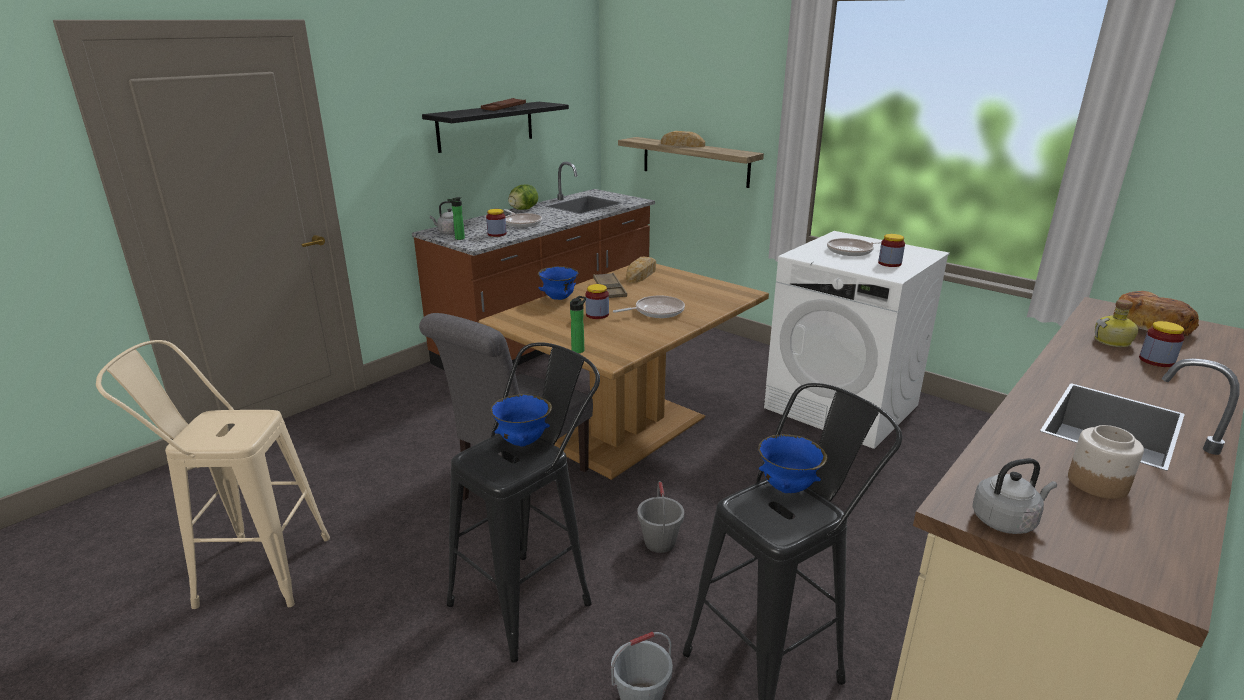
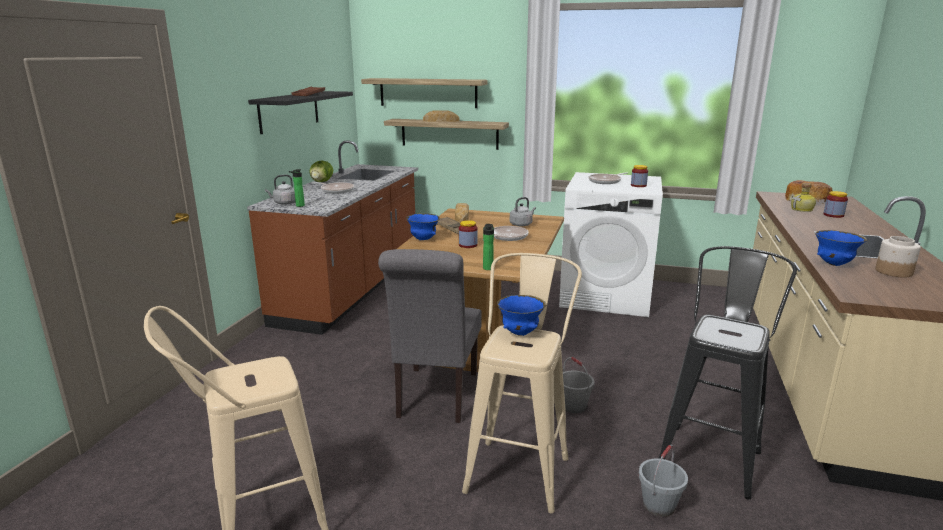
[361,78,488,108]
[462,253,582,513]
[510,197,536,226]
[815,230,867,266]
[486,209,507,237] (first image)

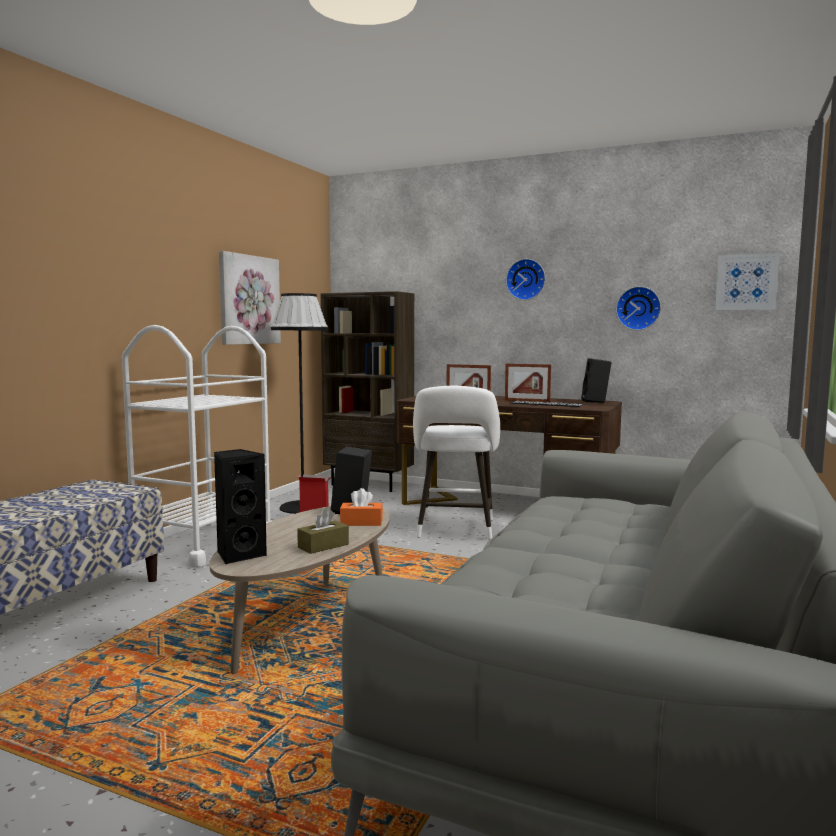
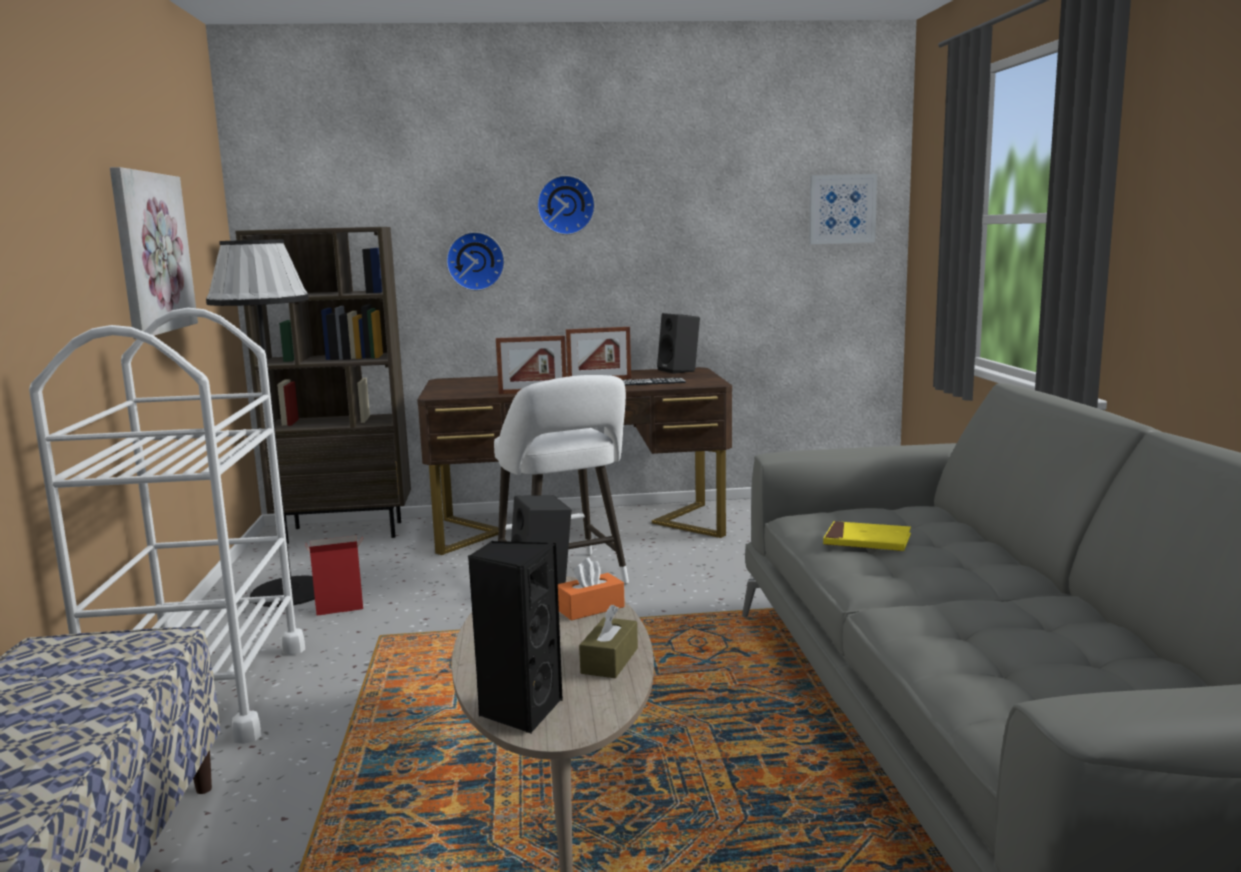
[446,232,505,291]
[823,521,911,551]

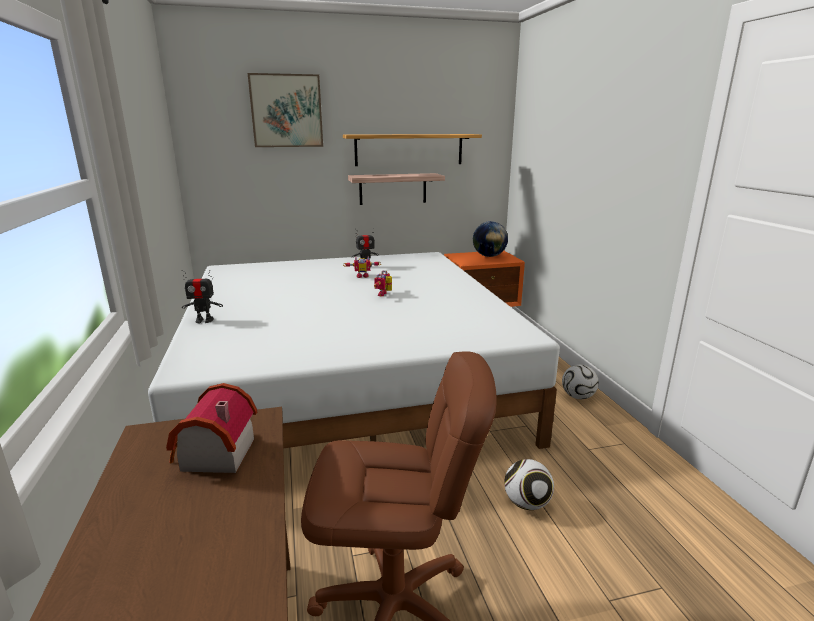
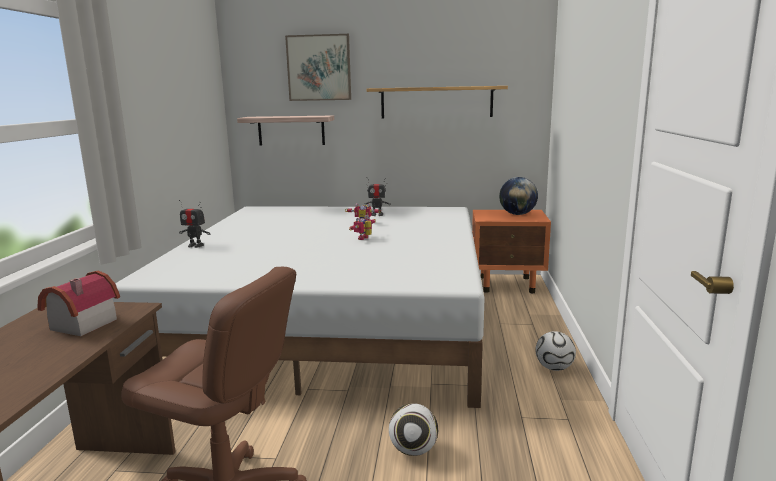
[237,115,334,146]

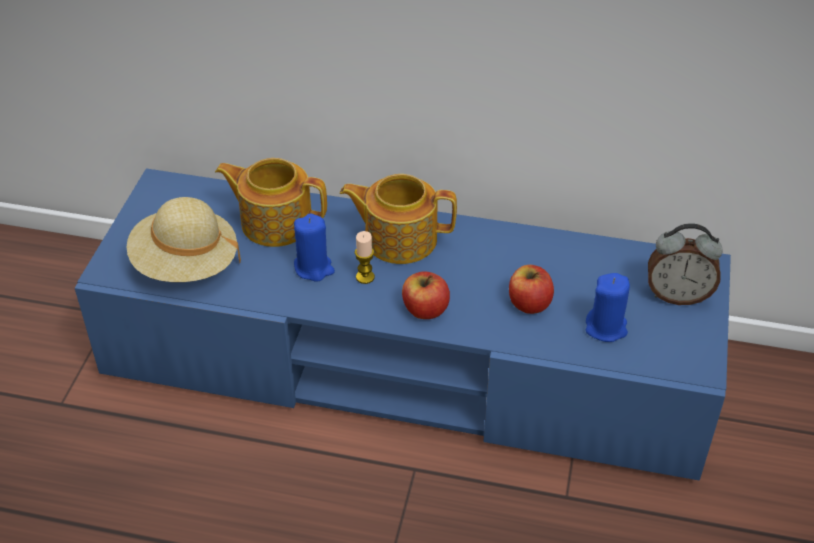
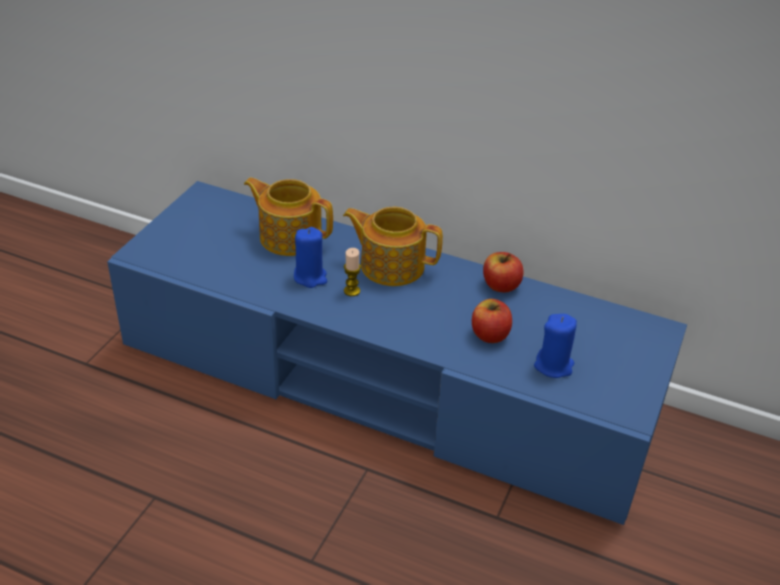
[483,252,524,292]
[127,197,241,282] (first image)
[648,224,723,305] (first image)

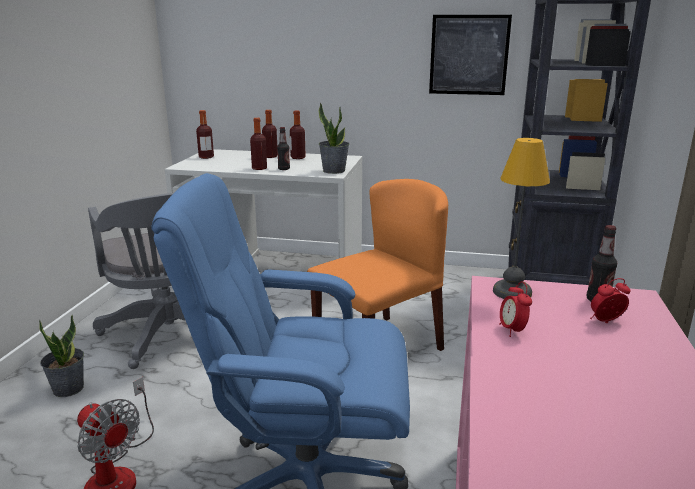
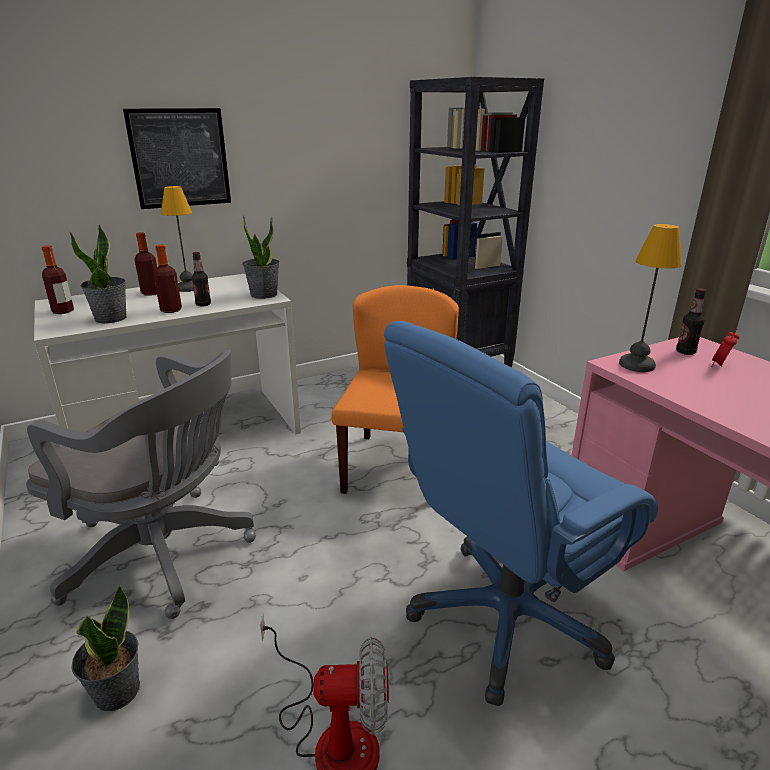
[70,224,126,323]
[123,108,231,209]
[161,186,194,292]
[499,281,532,337] (first image)

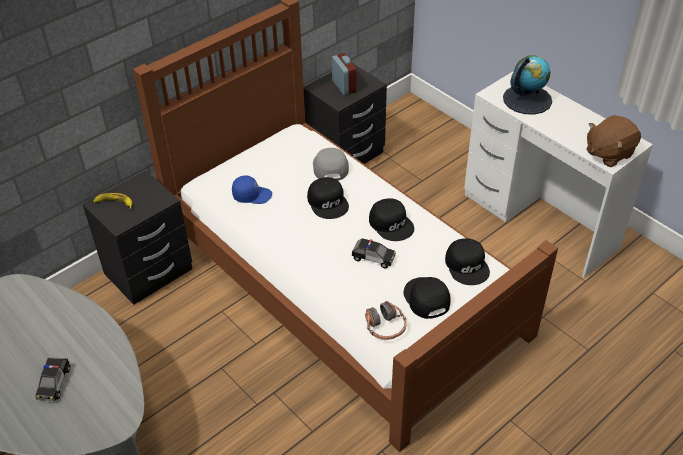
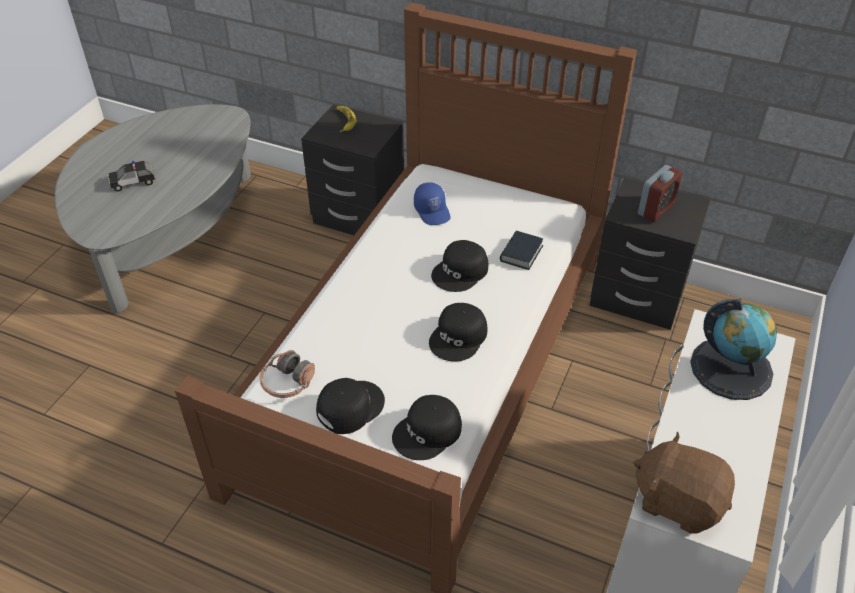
[500,231,543,270]
[351,238,396,268] (first image)

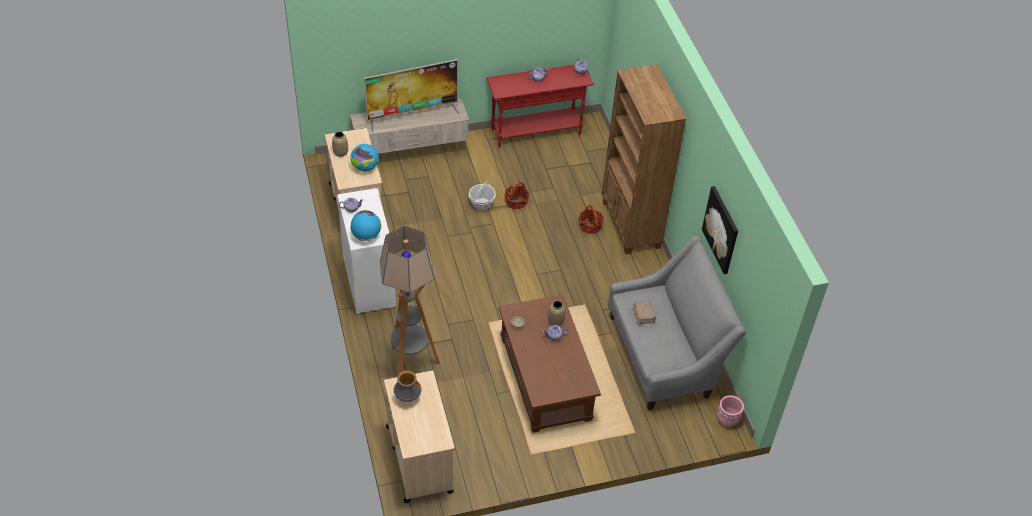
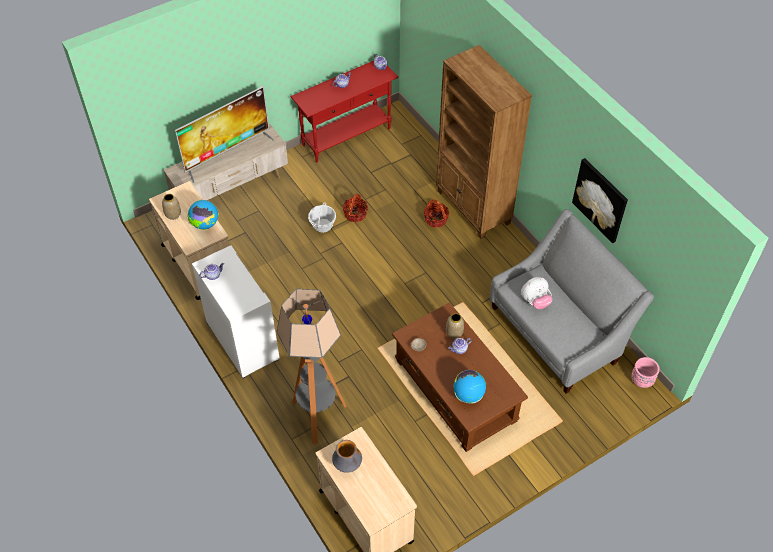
[454,370,486,403]
[521,277,552,309]

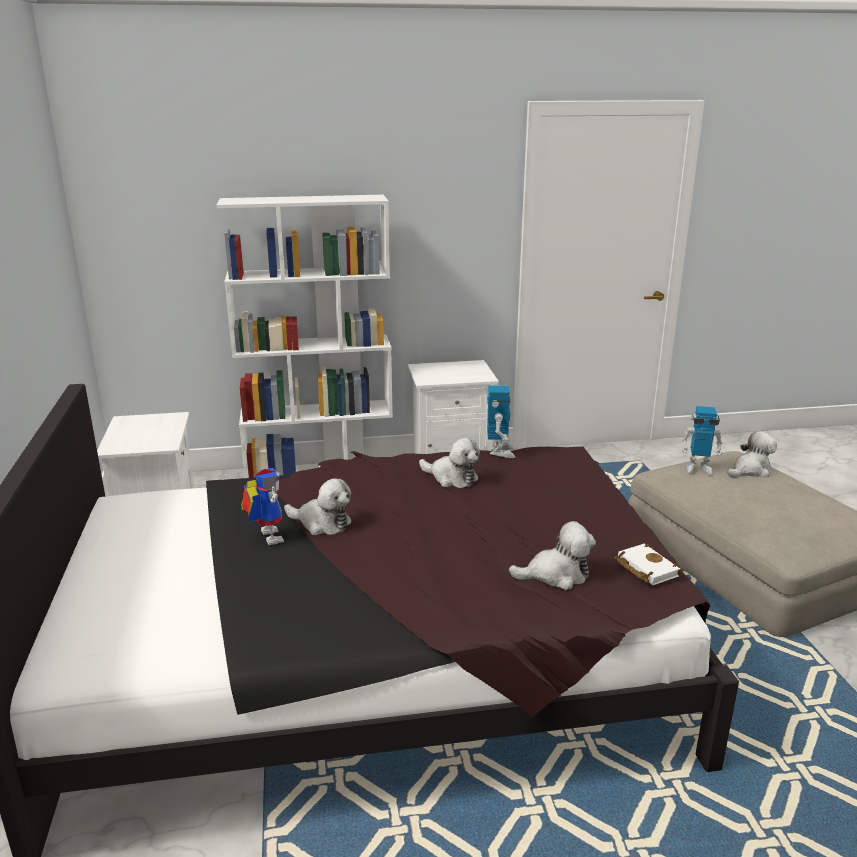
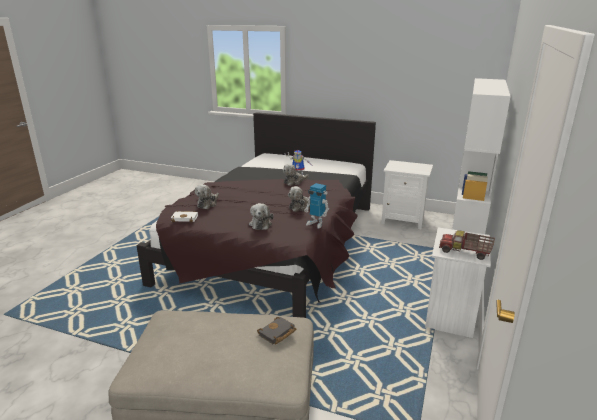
[249,203,274,230]
[257,317,297,345]
[439,230,495,260]

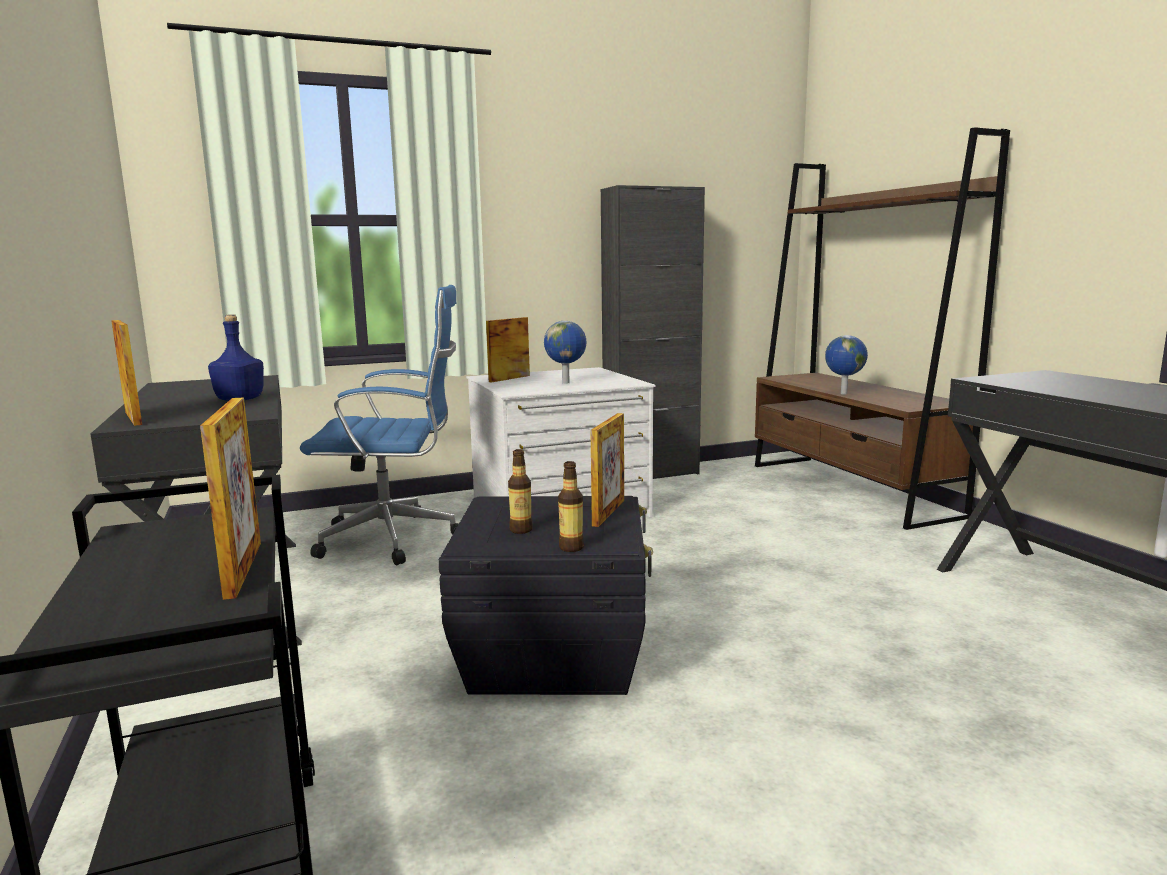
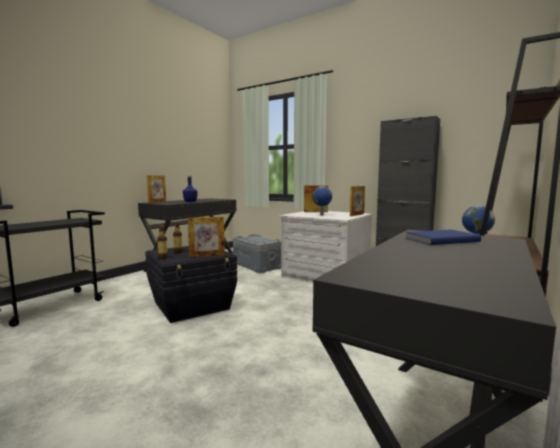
[233,234,281,273]
[350,186,365,216]
[405,230,481,245]

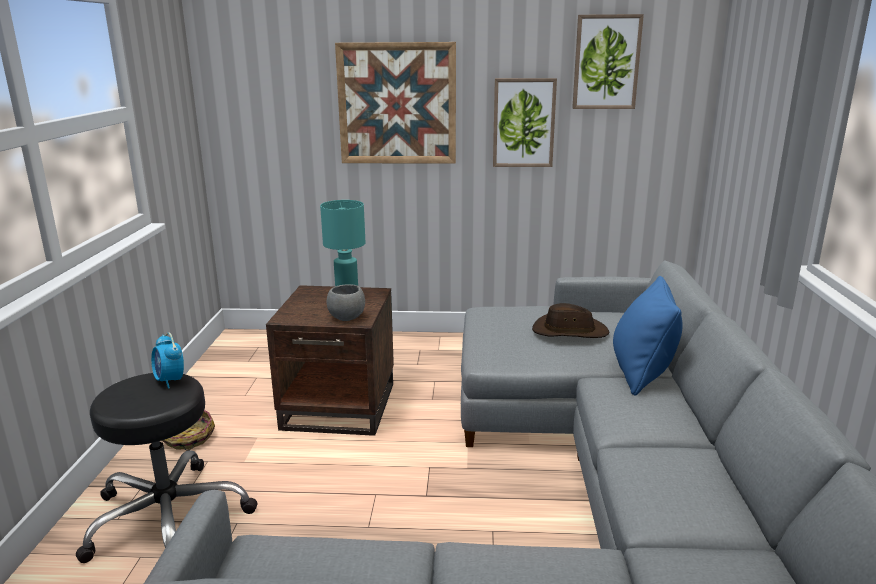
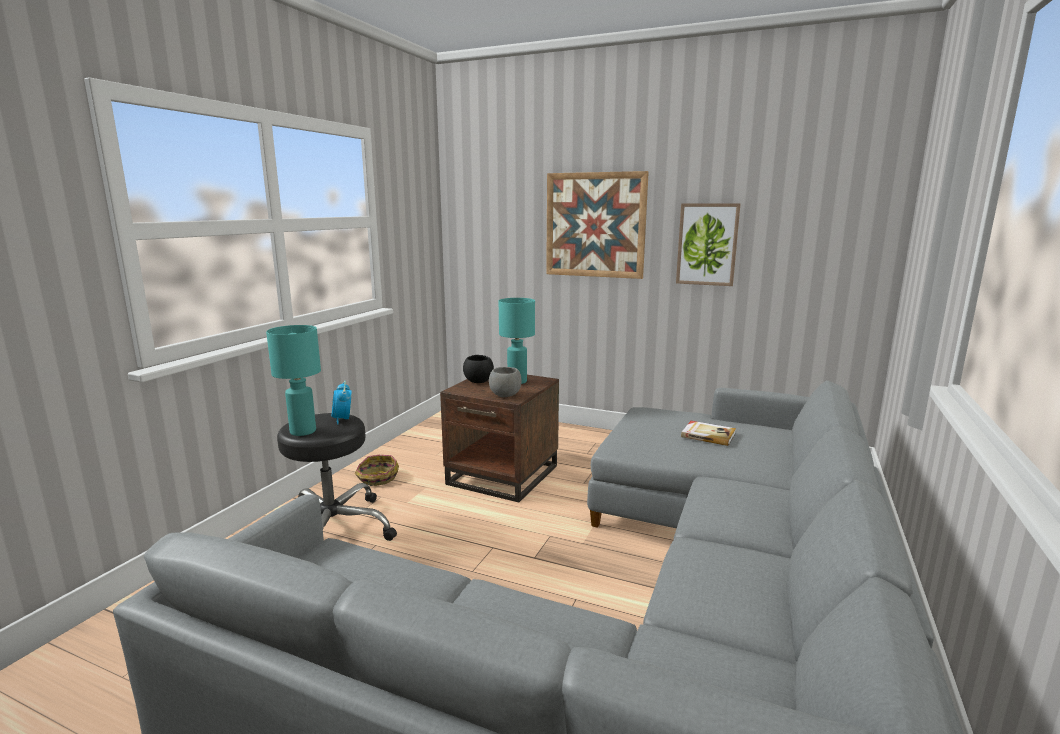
[266,325,321,436]
[463,355,494,383]
[681,421,736,446]
[572,14,644,109] (first image)
[613,276,682,396] (first image)

